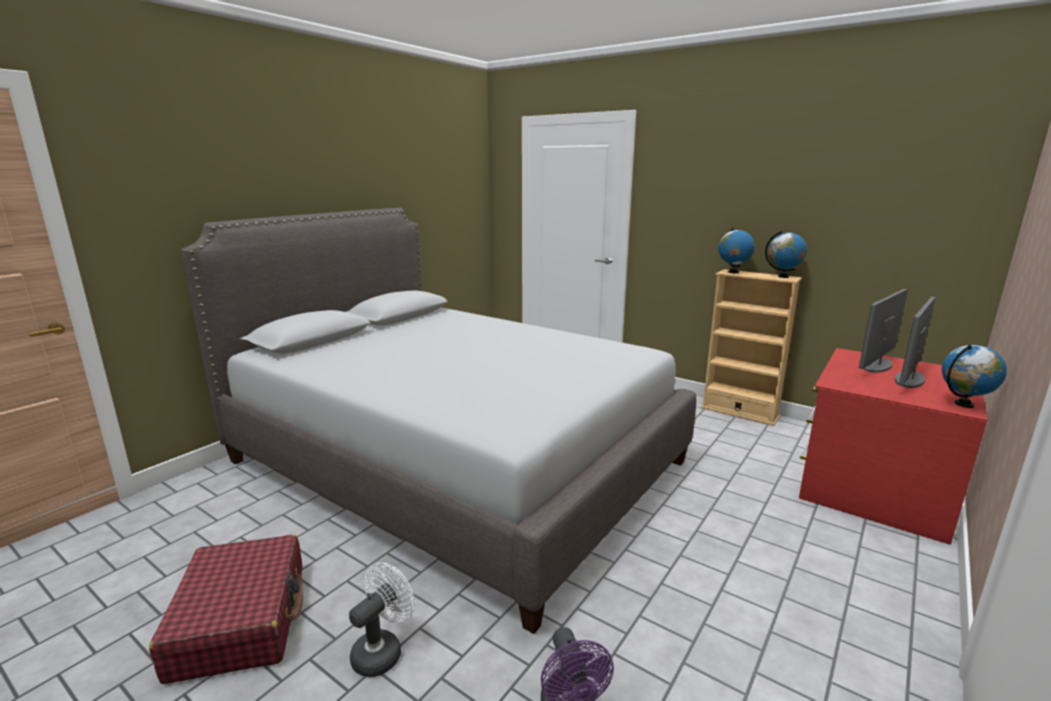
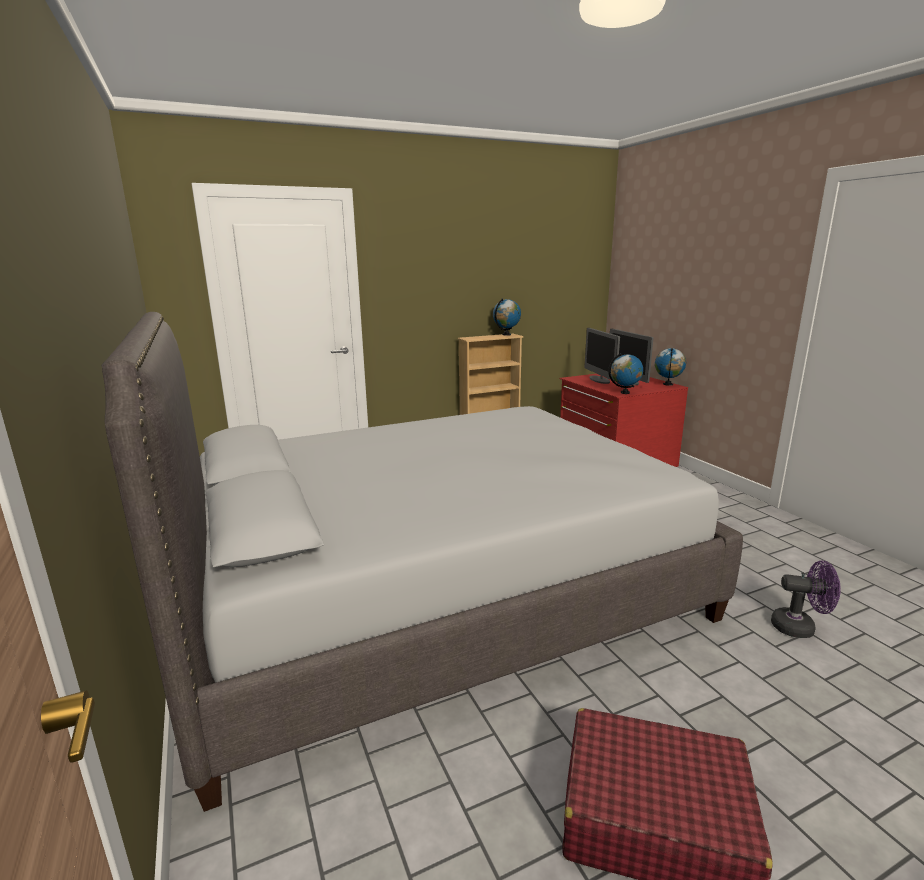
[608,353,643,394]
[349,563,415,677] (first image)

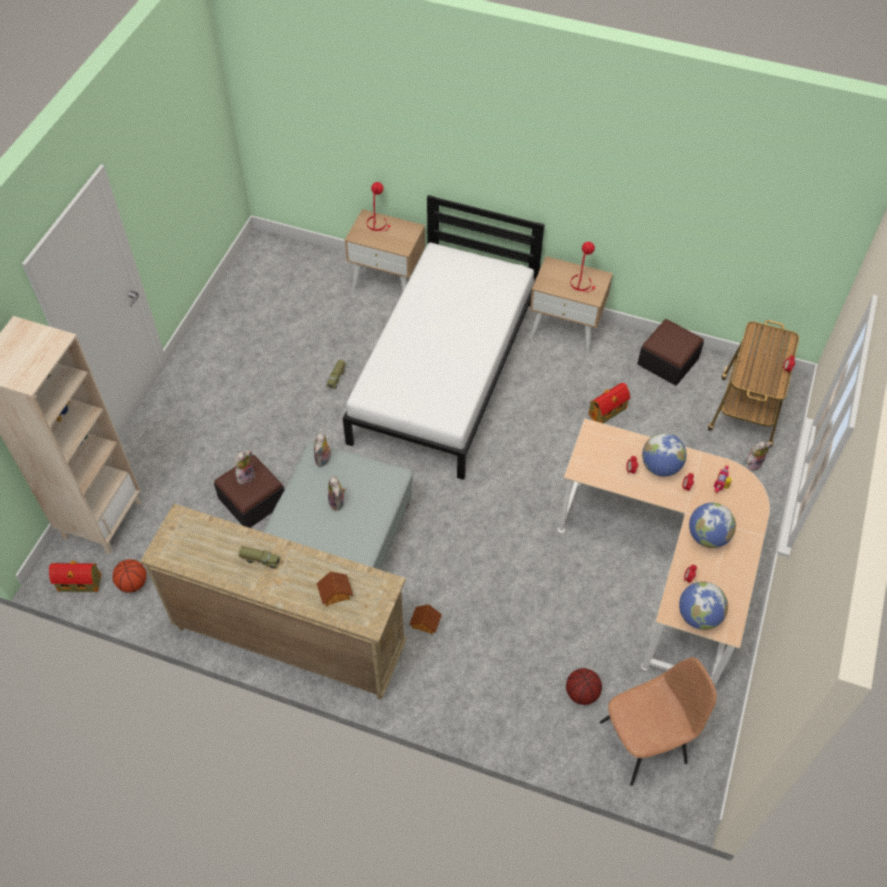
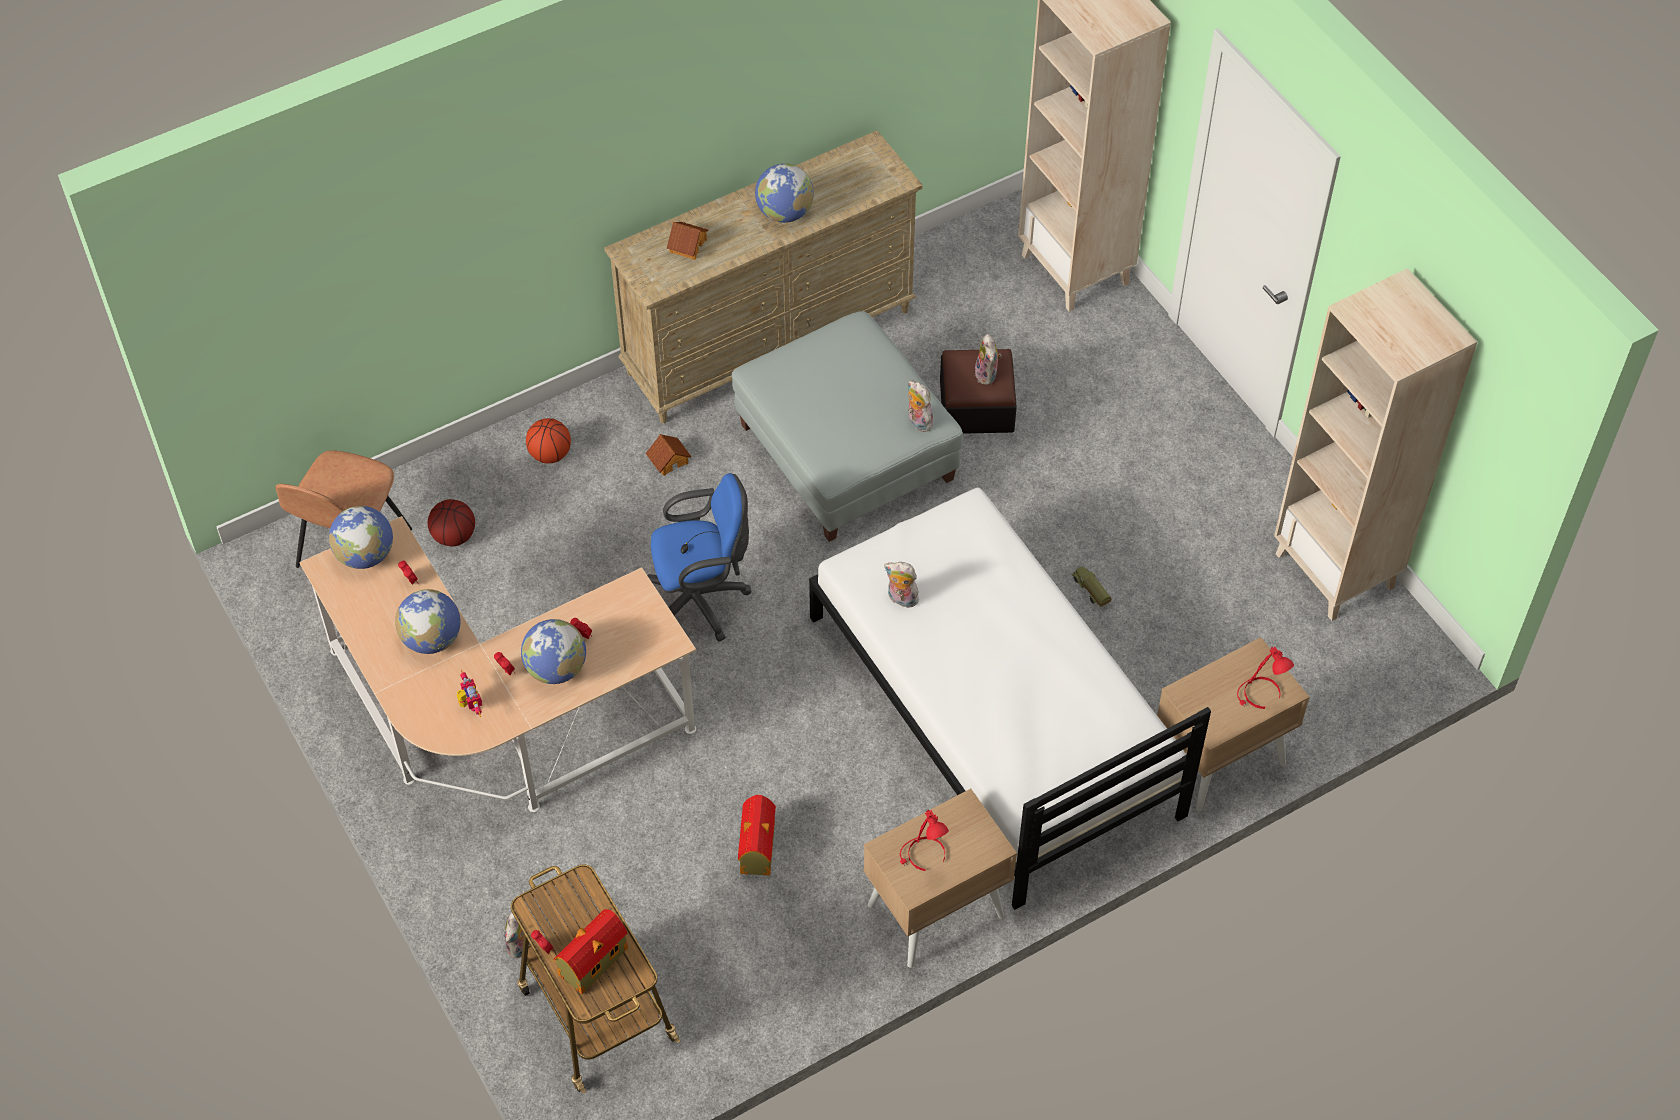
[526,418,571,463]
[554,909,628,994]
[647,473,751,642]
[755,163,814,223]
[884,562,919,608]
[1274,268,1477,621]
[637,319,704,386] (first image)

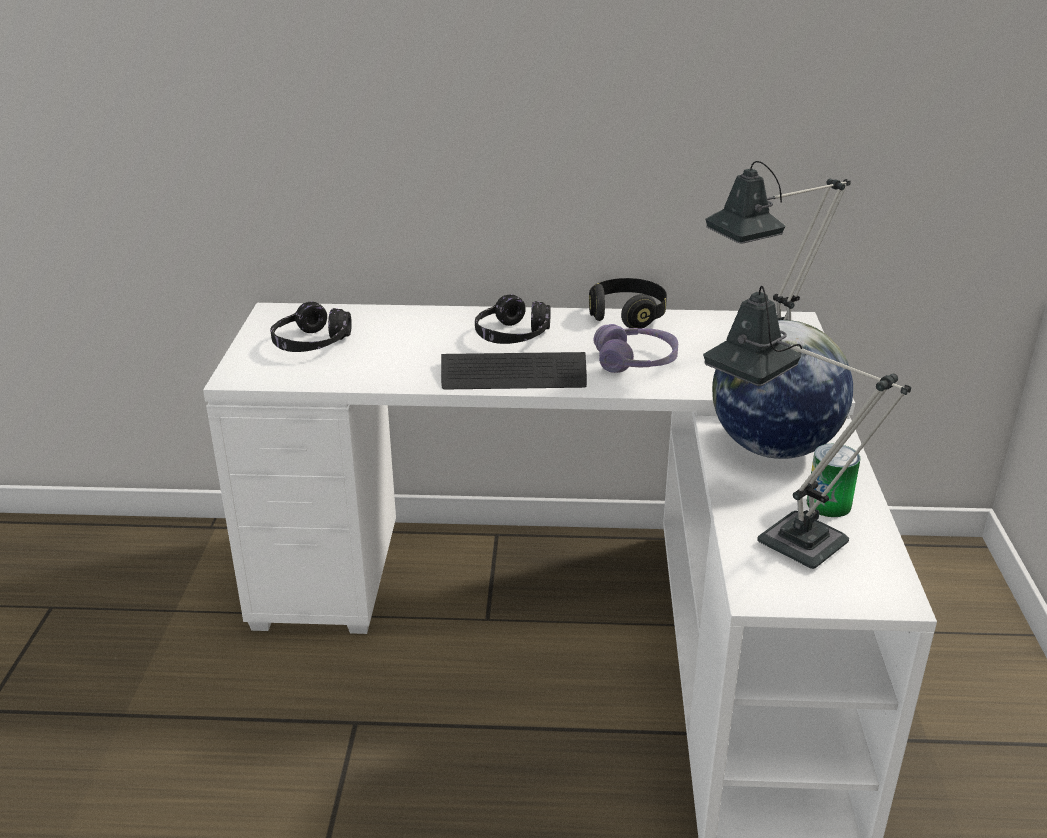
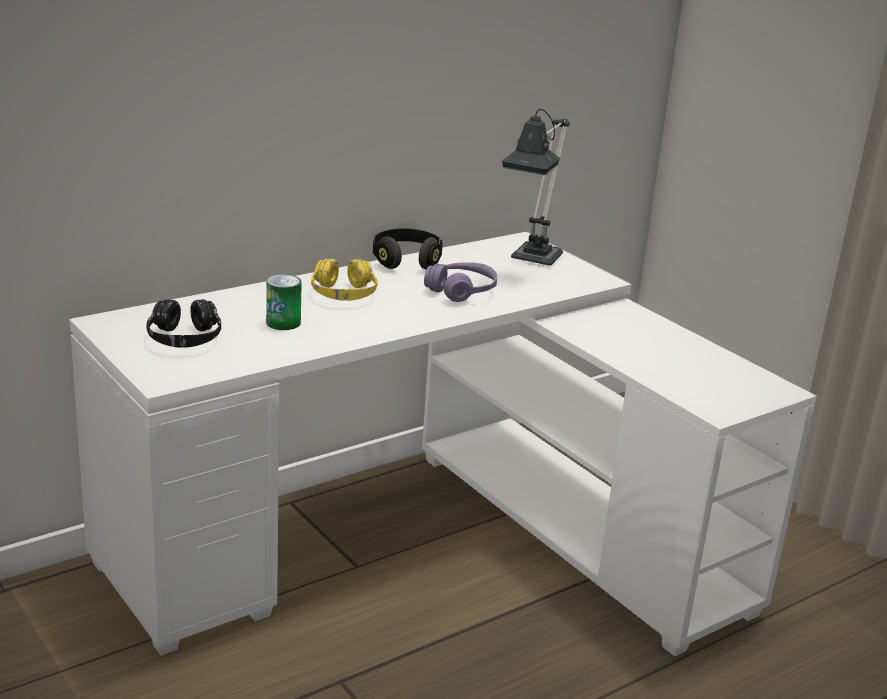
[266,274,302,330]
[311,258,378,301]
[441,352,587,390] (first image)
[703,286,911,569] (first image)
[712,320,853,459] (first image)

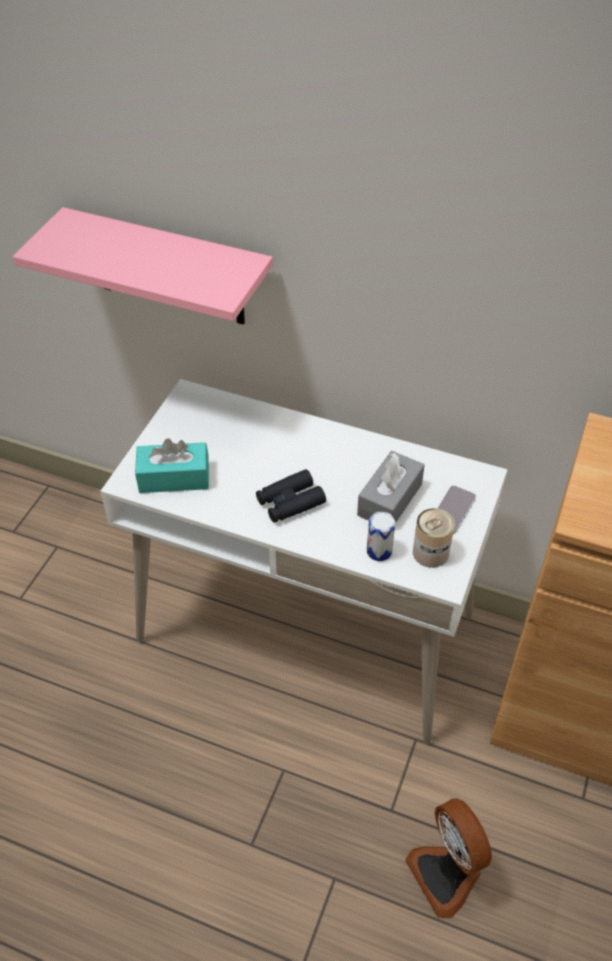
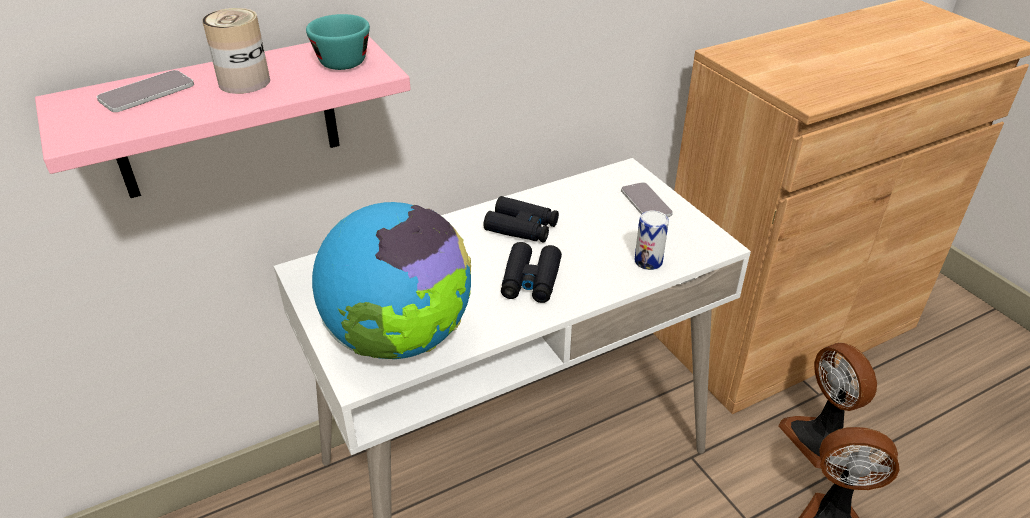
[97,70,194,112]
[202,8,270,94]
[306,14,370,70]
[312,202,471,359]
[484,196,559,243]
[778,343,877,469]
[357,451,425,523] (first image)

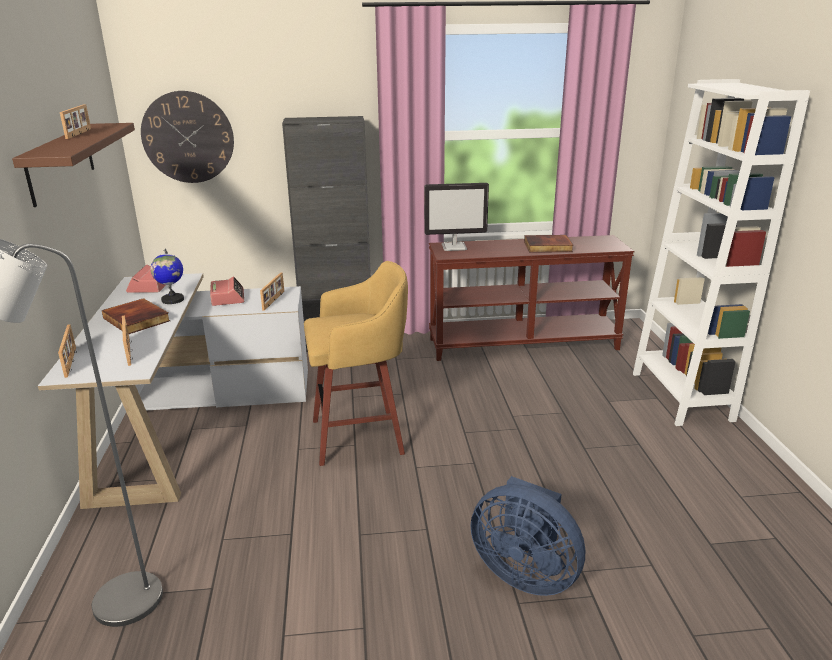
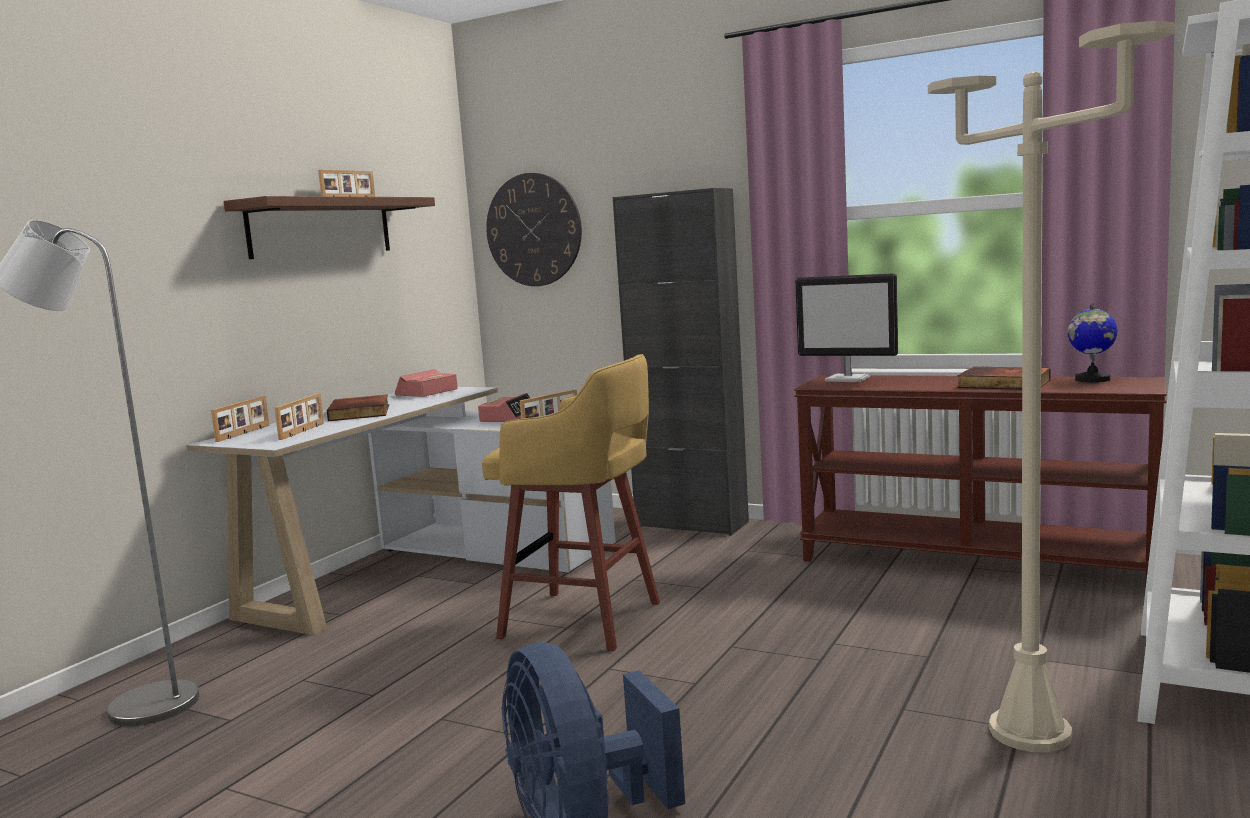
[928,21,1176,752]
[1068,302,1117,382]

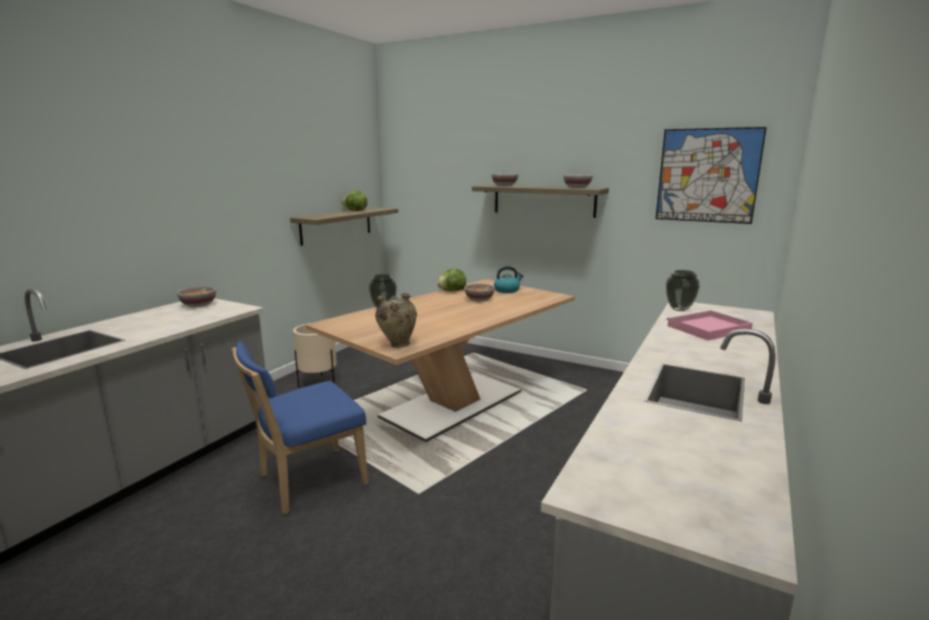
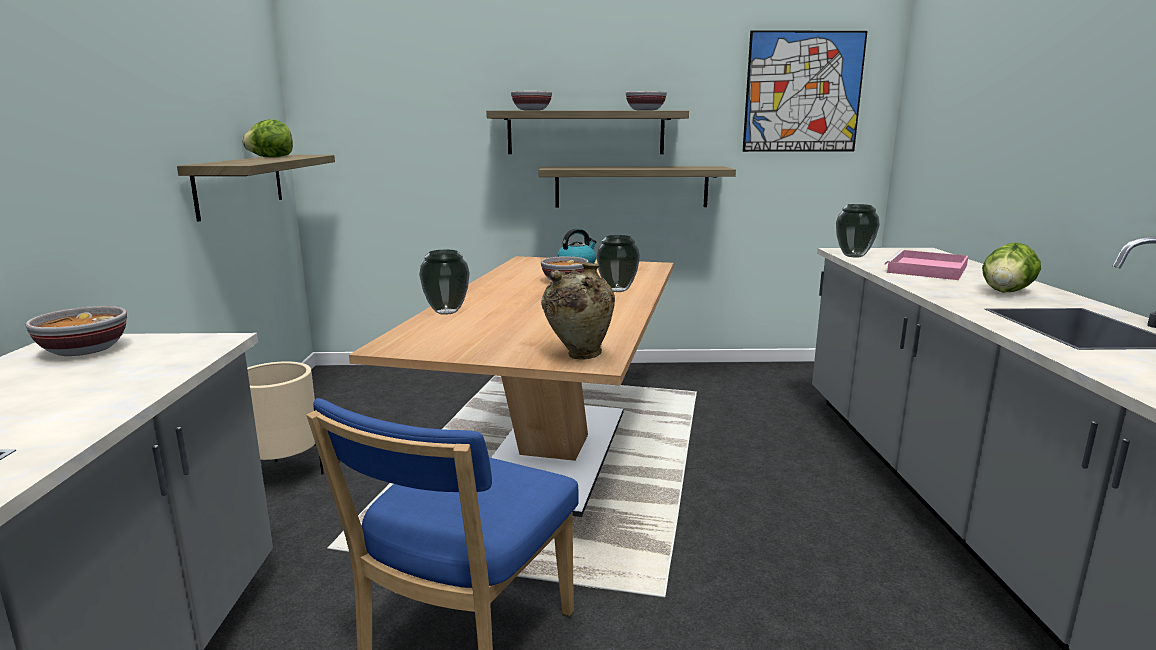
[539,166,736,208]
[596,235,640,292]
[982,242,1041,293]

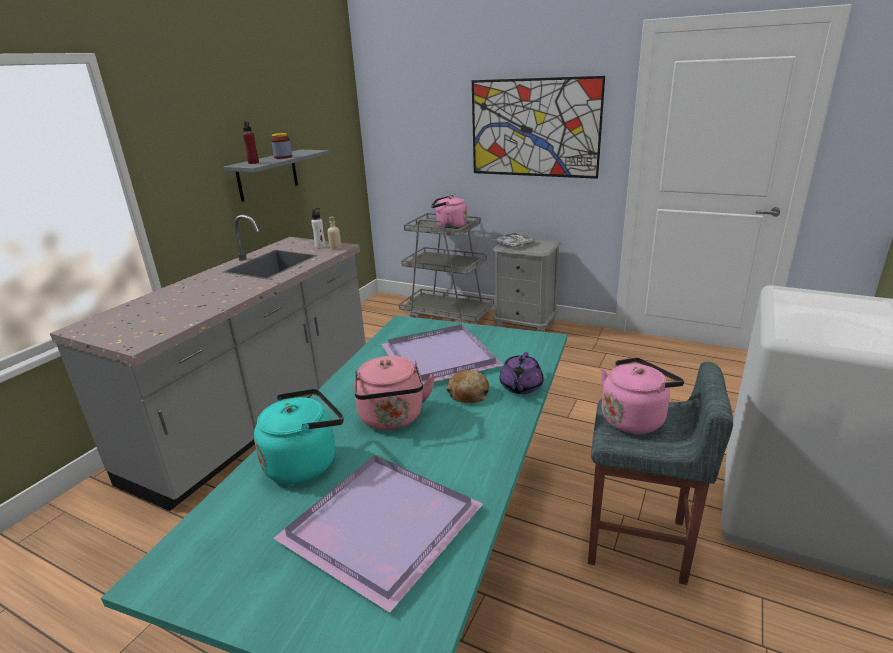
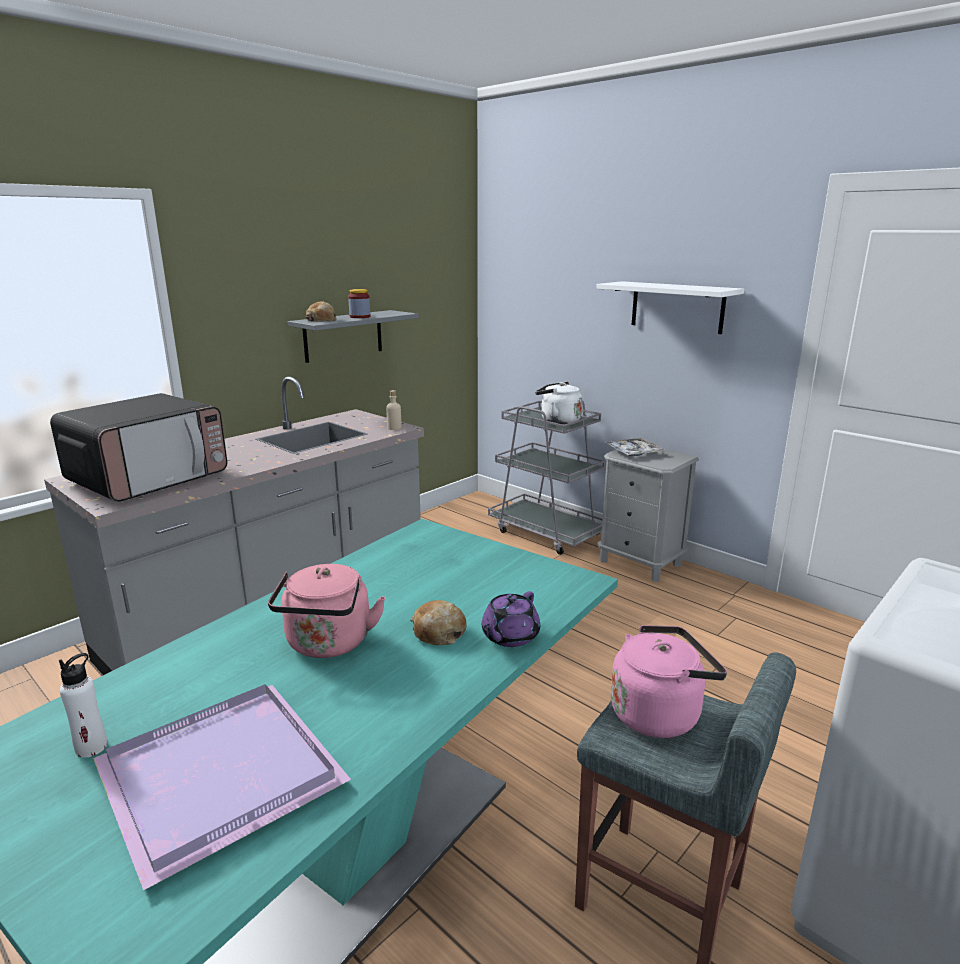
[50,393,227,502]
[59,653,107,758]
[305,302,337,322]
[535,382,582,424]
[596,281,744,334]
[254,388,344,484] (first image)
[381,324,503,385] (first image)

